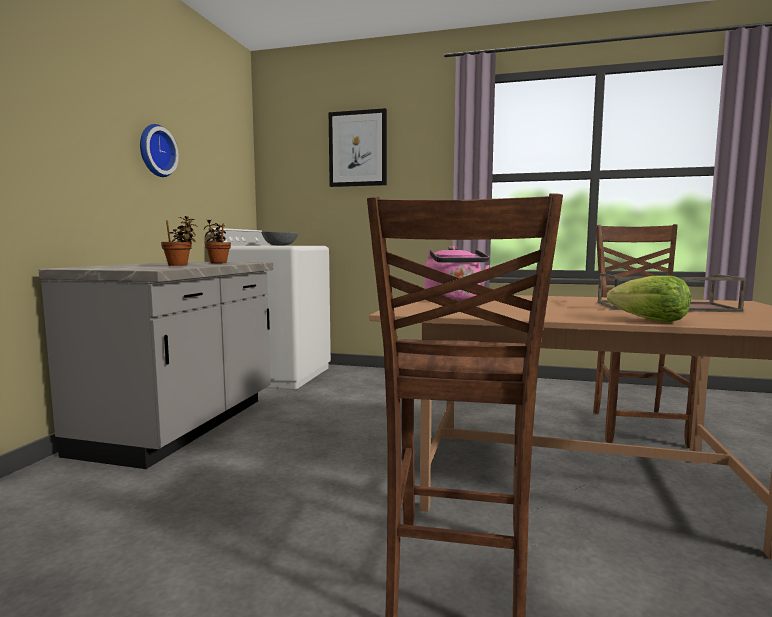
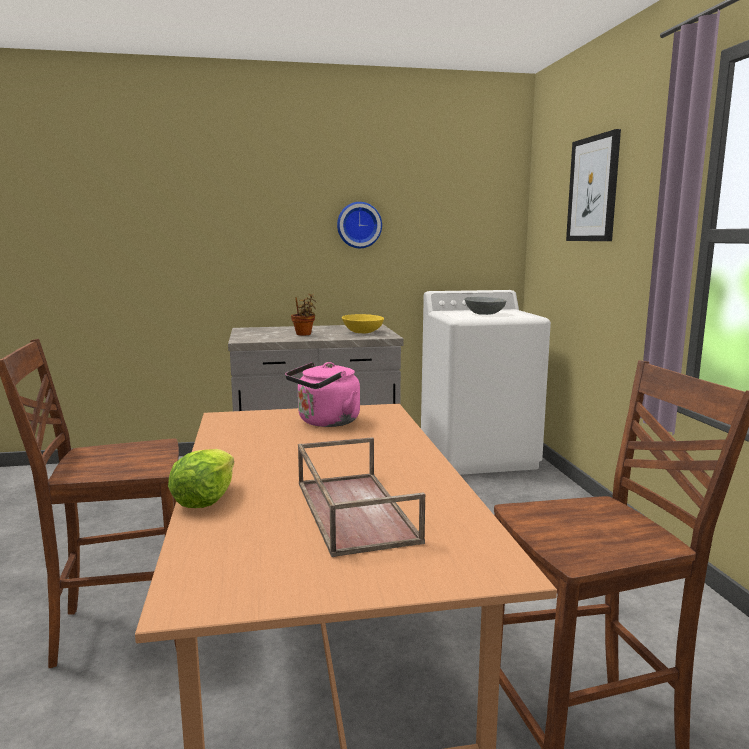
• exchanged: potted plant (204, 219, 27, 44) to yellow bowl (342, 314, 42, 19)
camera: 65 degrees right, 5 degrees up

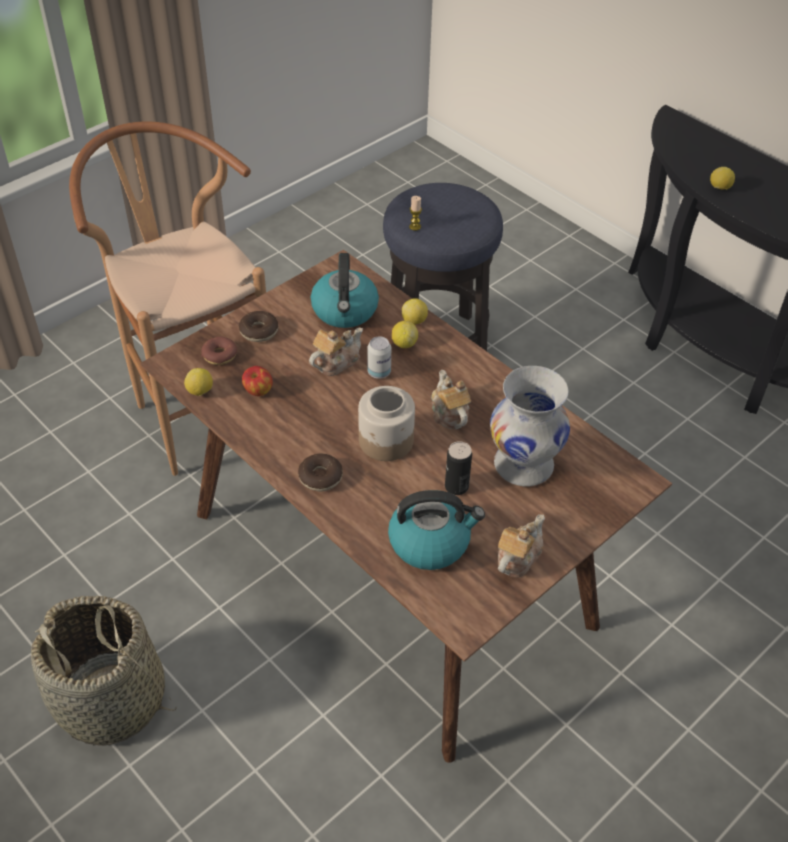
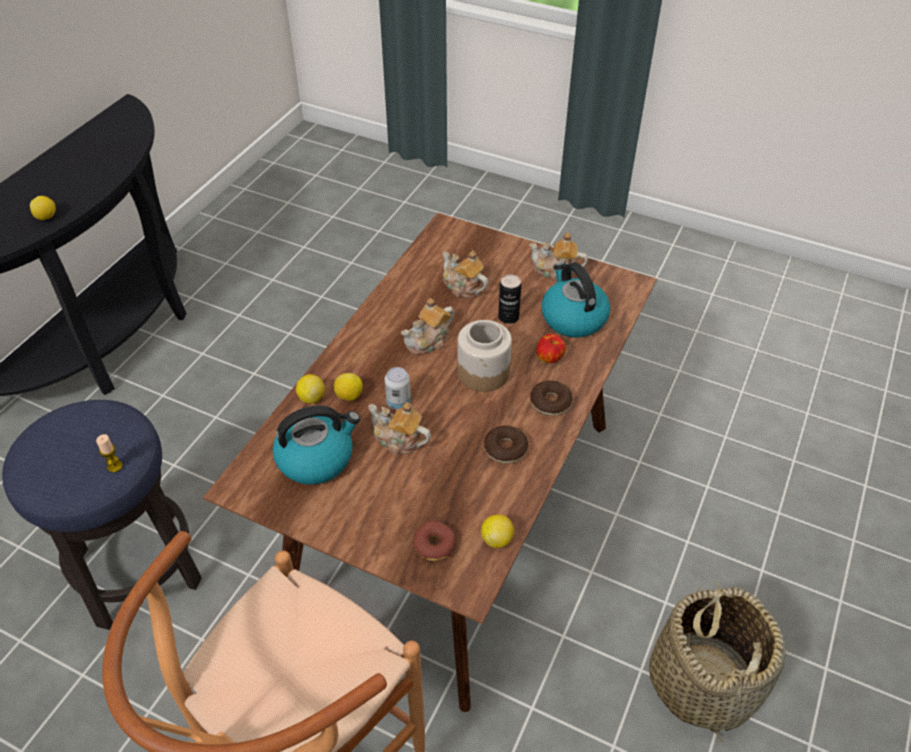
• relocated: donut (239, 311, 39, 31) to (484, 426, 44, 38)
• relocated: apple (242, 366, 31, 30) to (536, 334, 30, 29)
• exchanged: white vase (490, 366, 80, 120) to teapot (442, 250, 47, 48)
camera: 110 degrees left, 0 degrees up

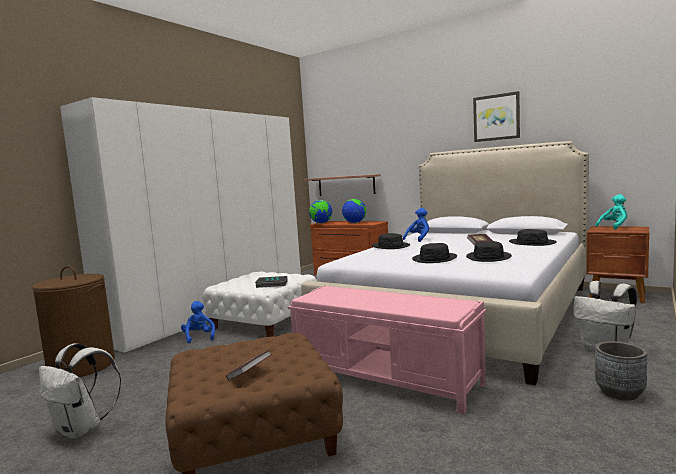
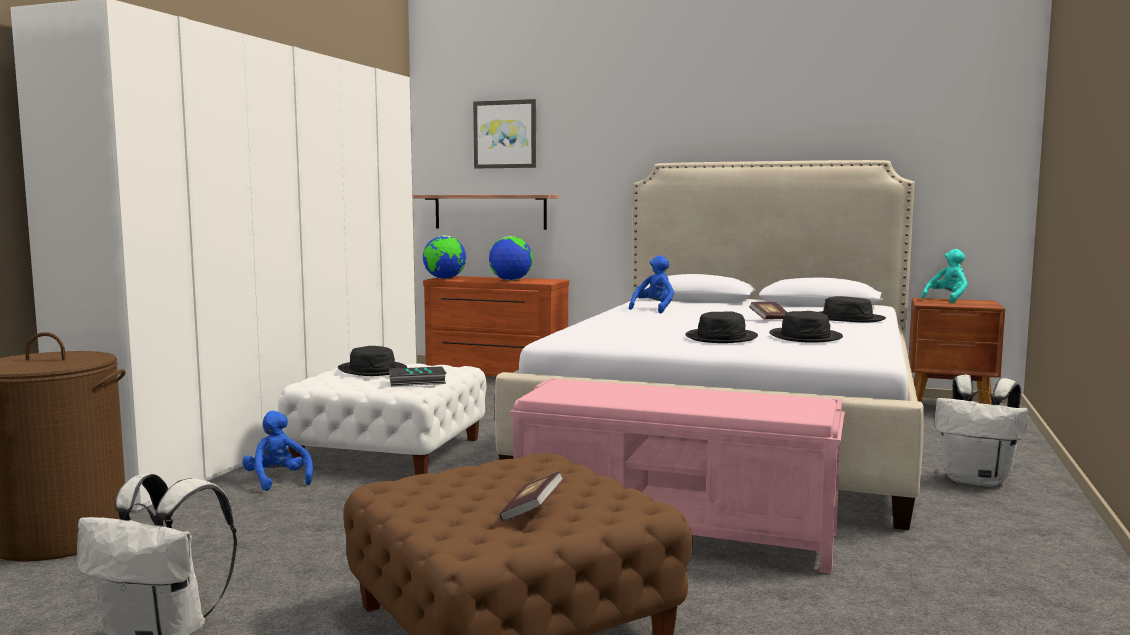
• relocated: picture (473, 91, 47, 51) to (473, 99, 63, 69)
• relocated: black hat (372, 233, 38, 16) to (338, 346, 69, 30)
• missing: grey planter (595, 341, 52, 60)
camera: 15 degrees left, 0 degrees up

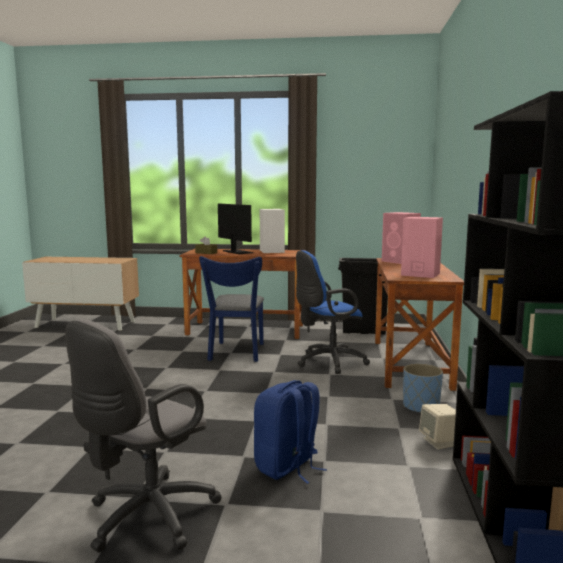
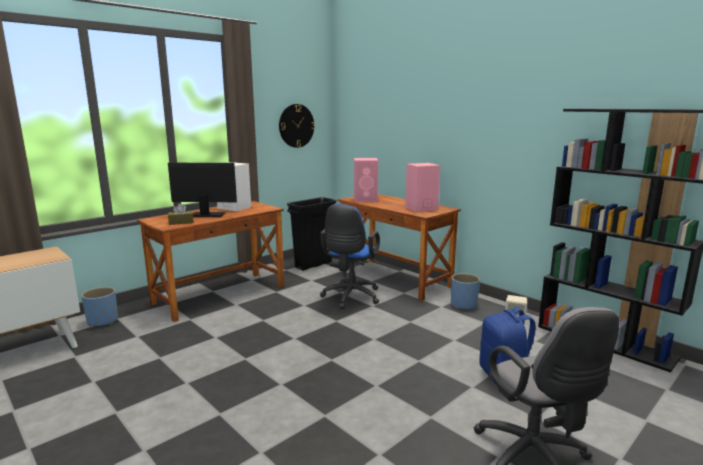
• missing: blue chair (199, 256, 65, 106)
• appeared: wall clock (279, 104, 36, 44)
• appeared: blue planter (81, 287, 37, 40)
camera: 50 degrees left, 5 degrees up

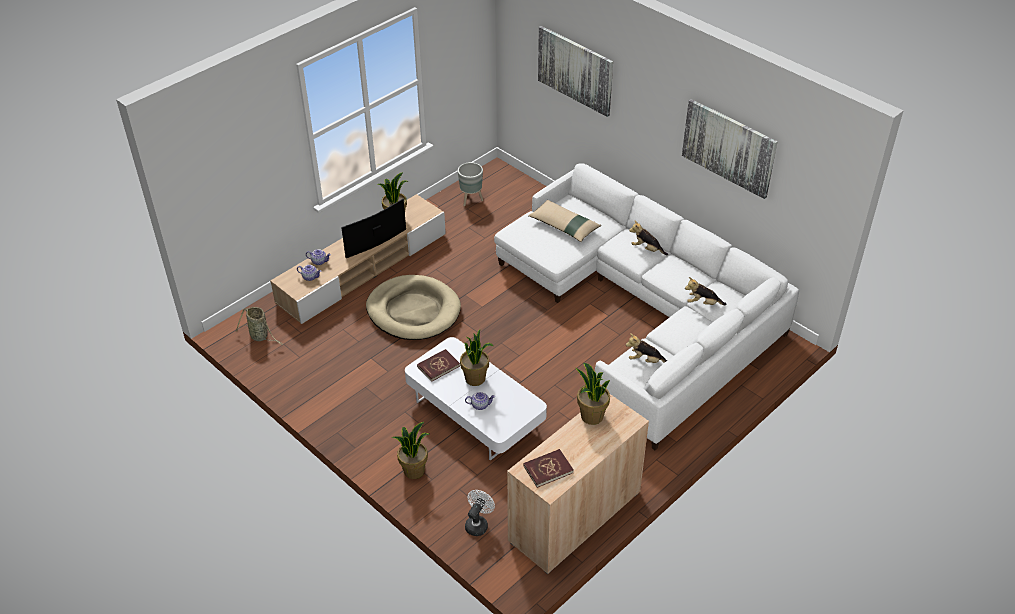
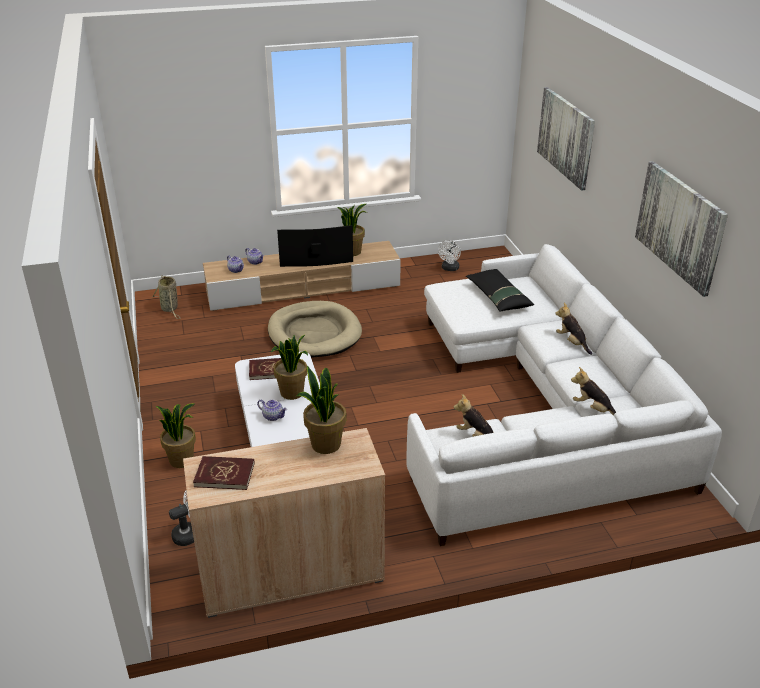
• exchanged: grey planter (458, 162, 25, 44) to white fan (438, 240, 23, 31)
• colour: beige pillow (528, 200, 73, 42) to black pillow (466, 269, 68, 43)
camera: 30 degrees right, 10 degrees down

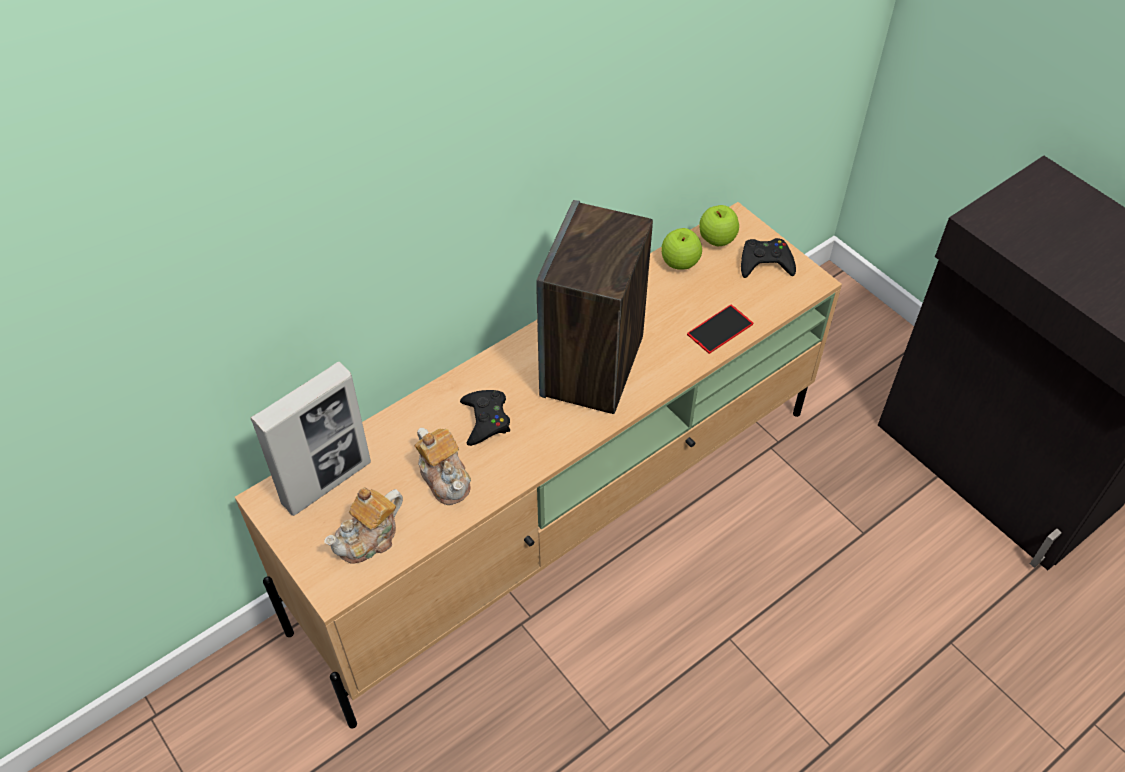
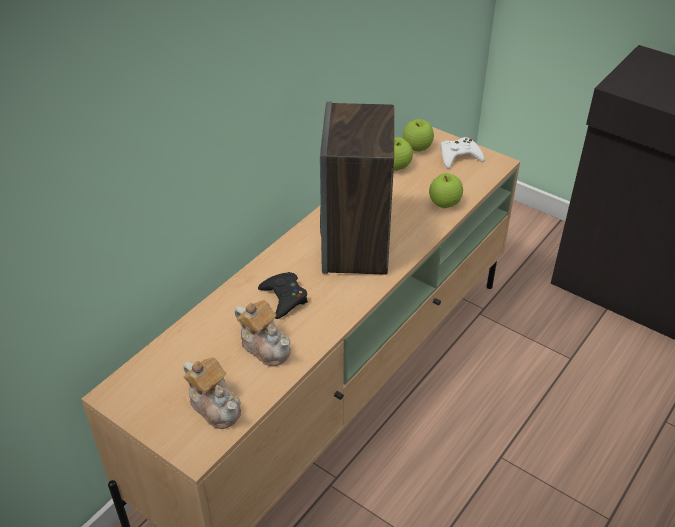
• colour: black game controller (741, 238, 55, 40) to white game controller (441, 137, 43, 32)
• exchanged: phone (687, 305, 66, 49) to apple (429, 173, 34, 35)
• missing: picture frame (251, 362, 120, 154)
• spun: teapot (324, 488, 79, 76) = (184, 357, 57, 72) 75 degrees counterclockwise
camera: 15 degrees left, 10 degrees down

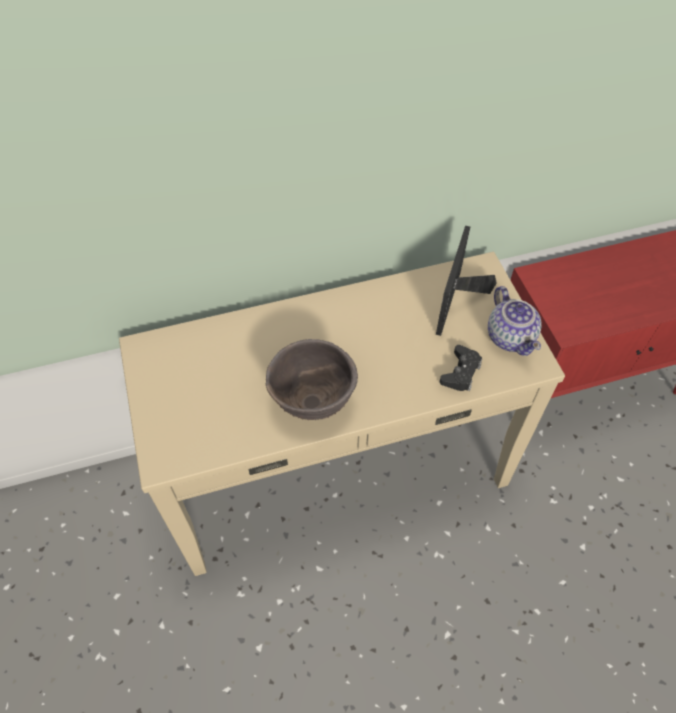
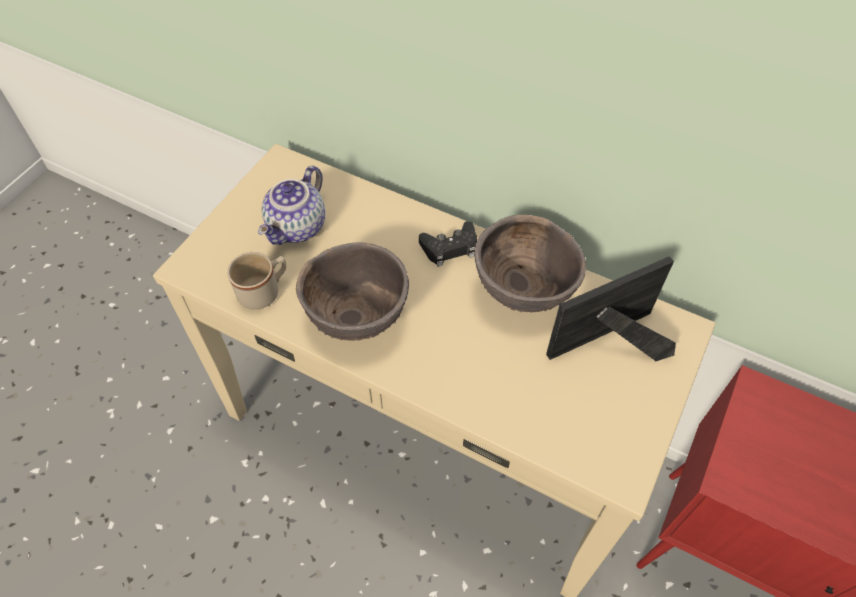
• relocated: teapot (488, 286, 54, 70) to (258, 166, 67, 79)
• relocated: black game controller (440, 345, 42, 46) to (419, 221, 58, 46)
• appeared: brown bowl (474, 215, 112, 97)
• appeared: beige mug (227, 252, 59, 58)
camera: 45 degrees right, 0 degrees up

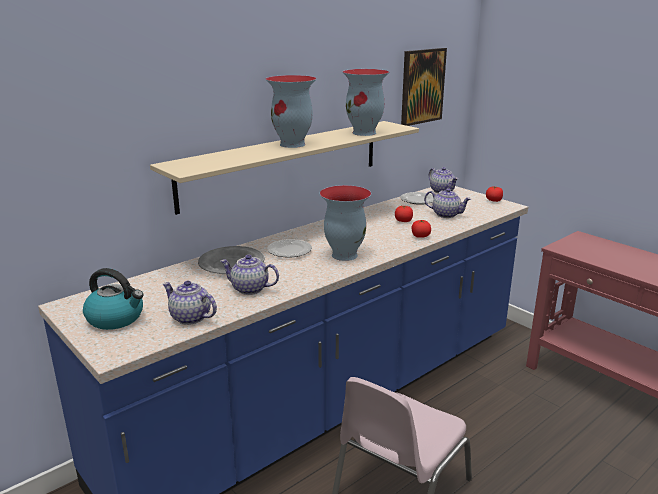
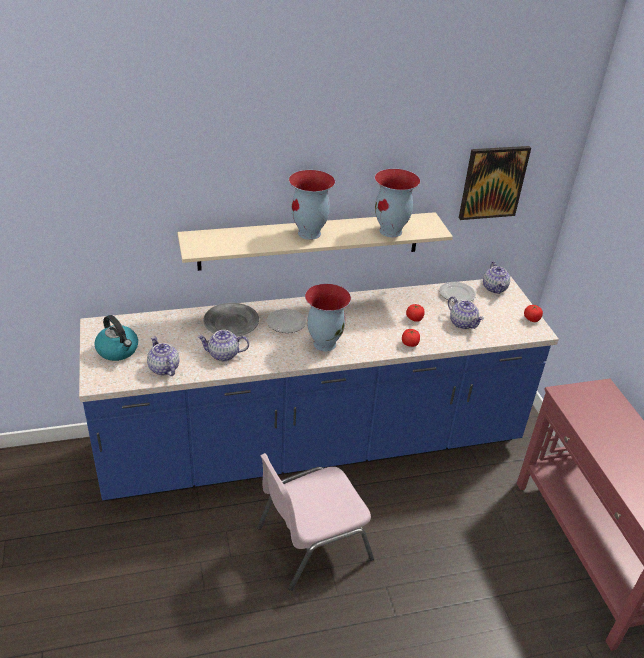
• spun: teapot (220, 255, 59, 40) = (197, 330, 52, 31) 45 degrees counterclockwise
camera: 25 degrees right, 15 degrees up

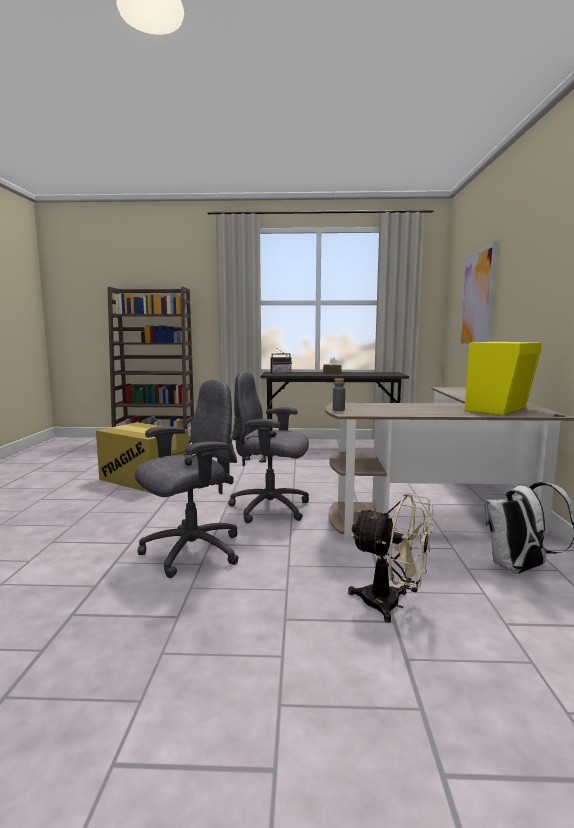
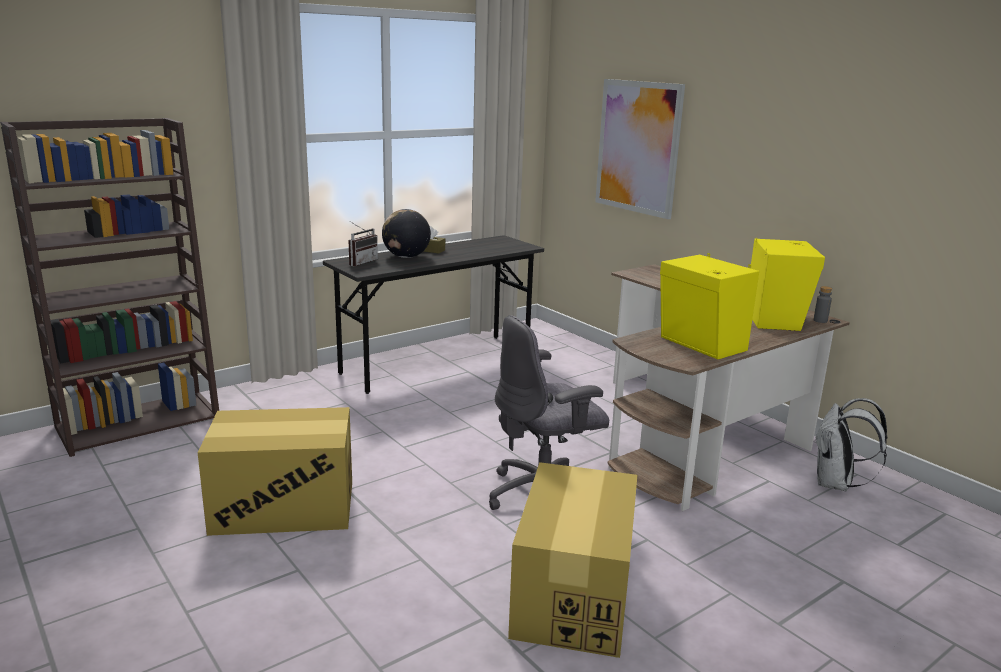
• relocated: grey bottle (333, 378, 12, 33) to (813, 286, 19, 37)
• exchanged: grey office chair (135, 379, 104, 199) to cardboard box (508, 462, 129, 196)
• missing: beige fan (348, 494, 86, 129)
• appeared: globe (382, 209, 49, 49)
• appeared: yellow speaker (660, 253, 99, 106)
camera: 40 degrees left, 10 degrees up

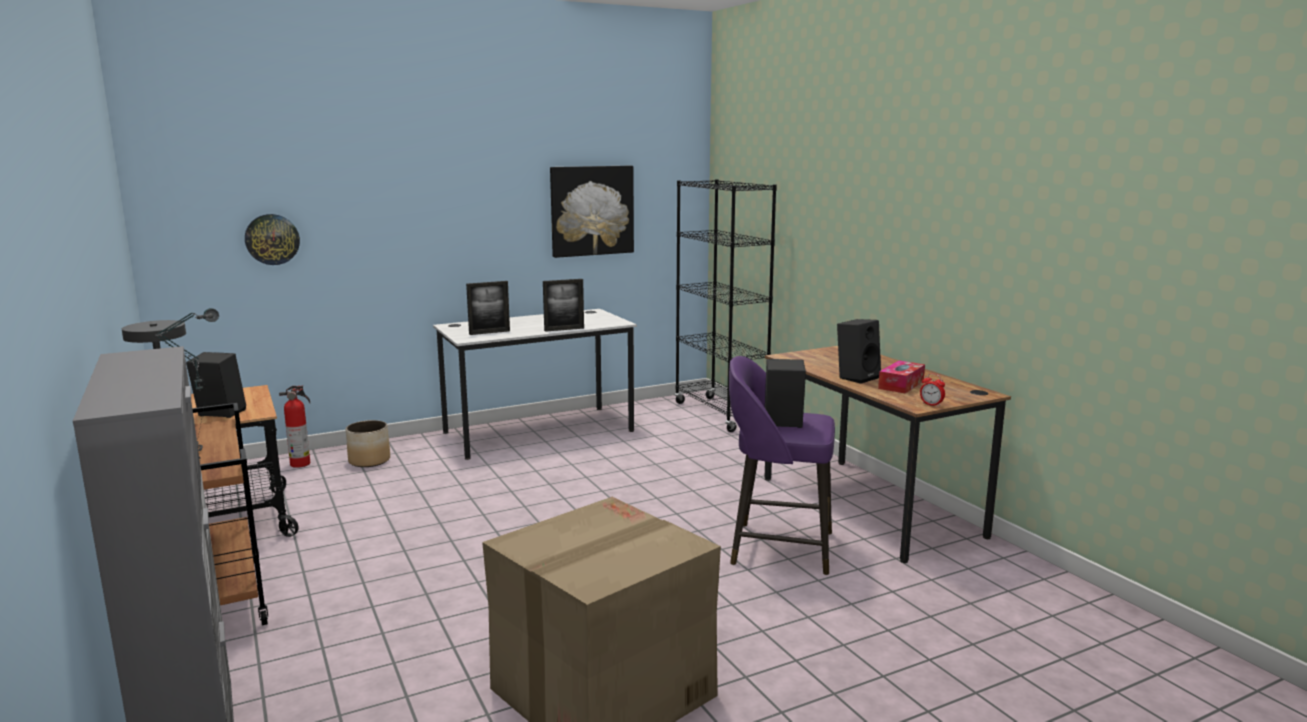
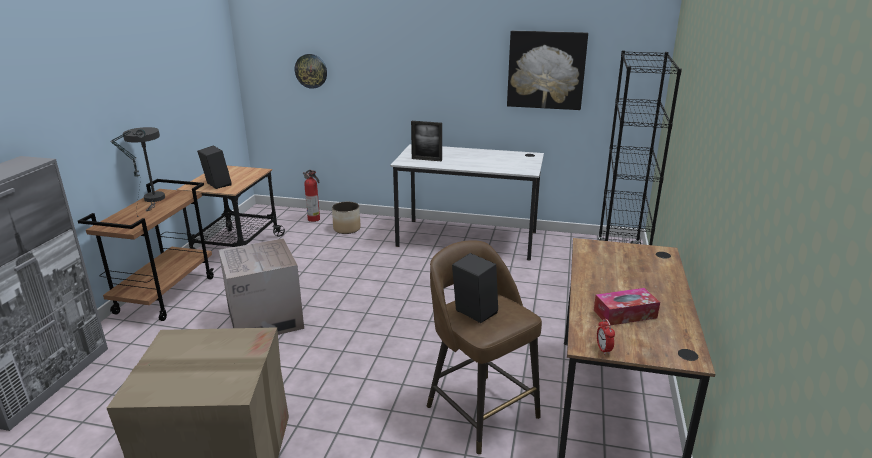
• missing: picture frame (543, 279, 41, 53)
• missing: black speaker (837, 319, 44, 65)
• colour: purple stool (729, 356, 106, 219) to brown stool (427, 240, 115, 214)
• appeared: cardboard box (219, 238, 85, 97)
camera: 40 degrees right, 10 degrees up

